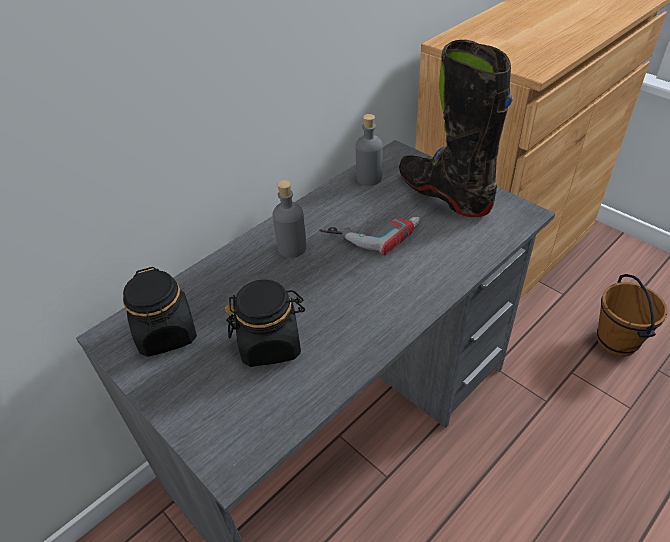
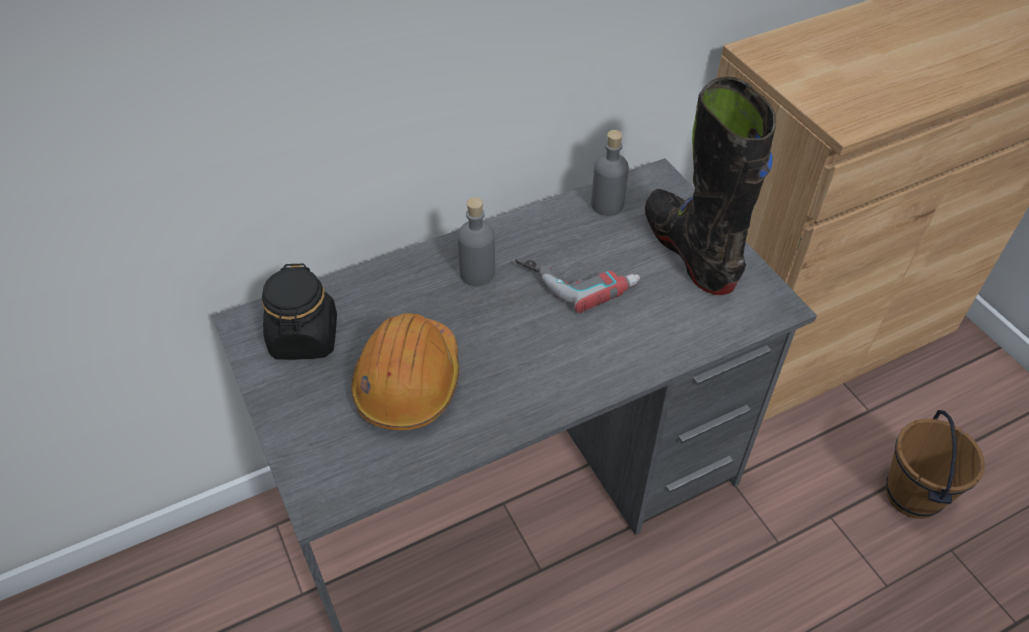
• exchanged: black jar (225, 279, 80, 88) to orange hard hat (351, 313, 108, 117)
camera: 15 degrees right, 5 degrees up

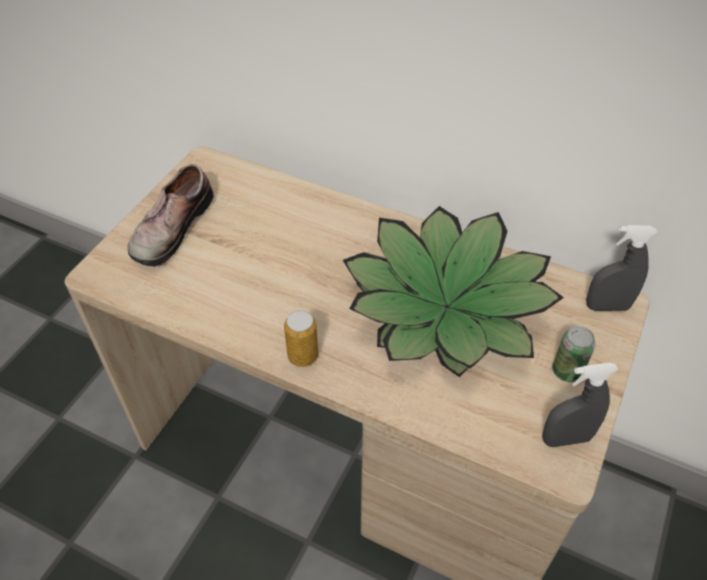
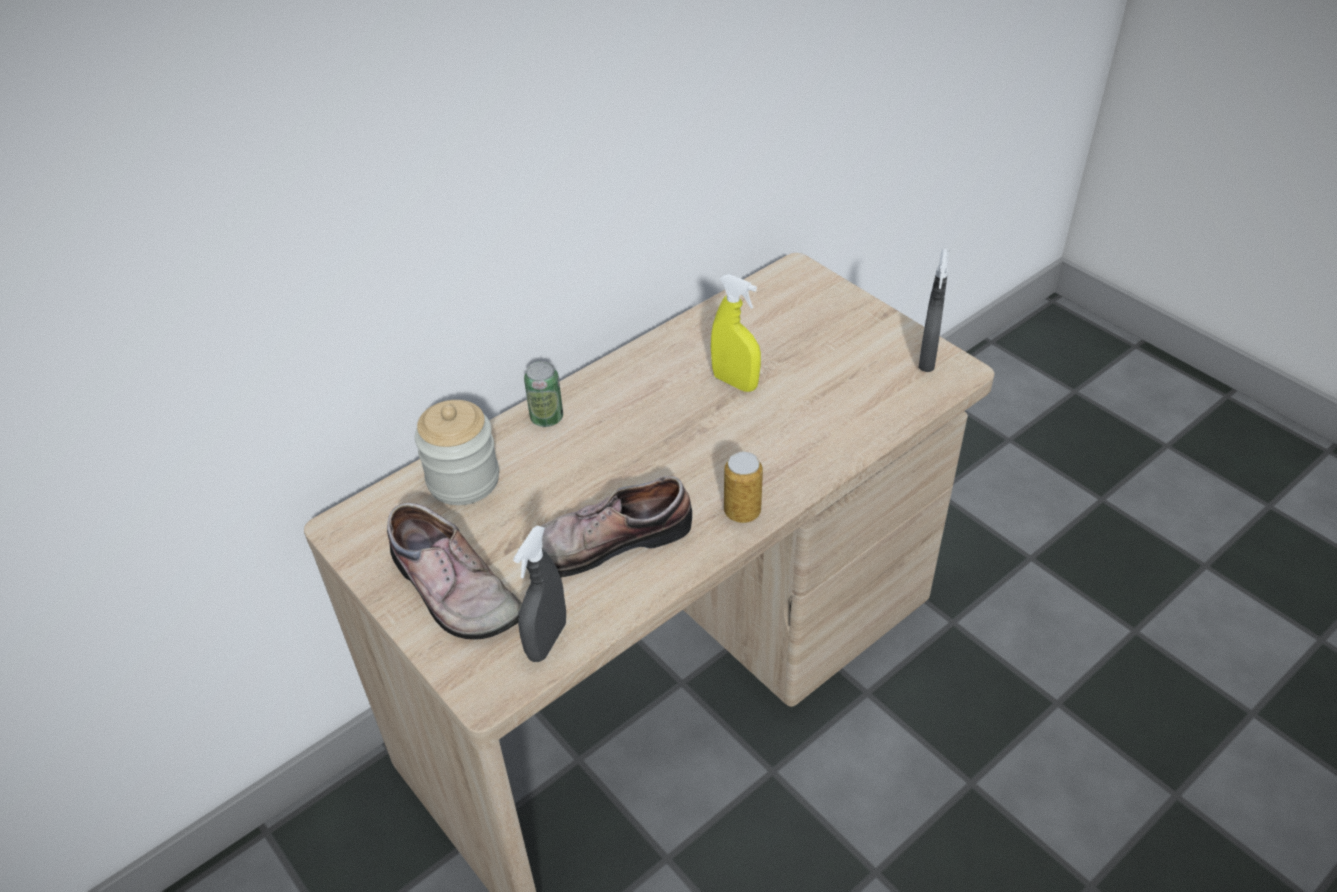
• exchanged: potted plant (343, 206, 221, 171) to yellow spray bottle (711, 274, 50, 118)
• relocated: grey spray bottle (586, 225, 71, 86) to (513, 526, 53, 136)
• relocated: can (552, 326, 43, 56) to (524, 361, 39, 66)
• appeared: jar (415, 400, 84, 105)
• appeared: shoe (526, 476, 166, 102)
camera: 65 degrees left, 5 degrees down

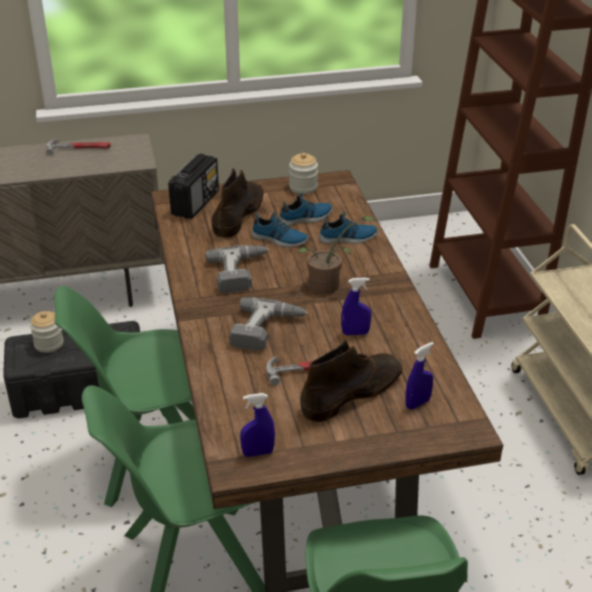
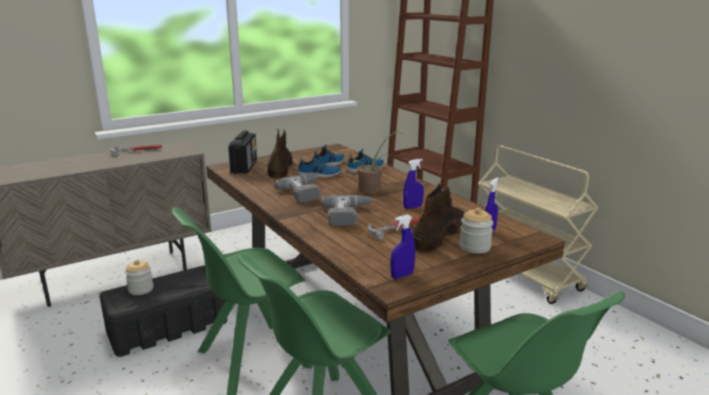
• relocated: jar (289, 153, 29, 41) to (459, 208, 34, 46)
camera: 20 degrees left, 15 degrees down

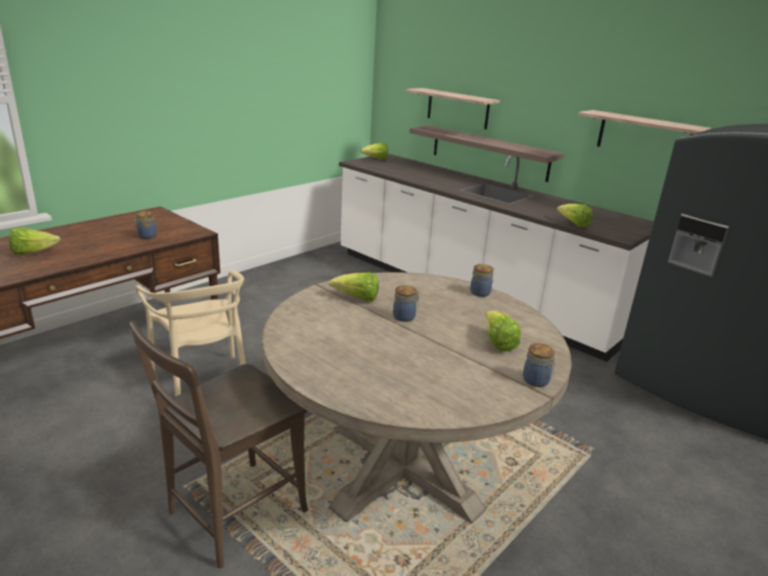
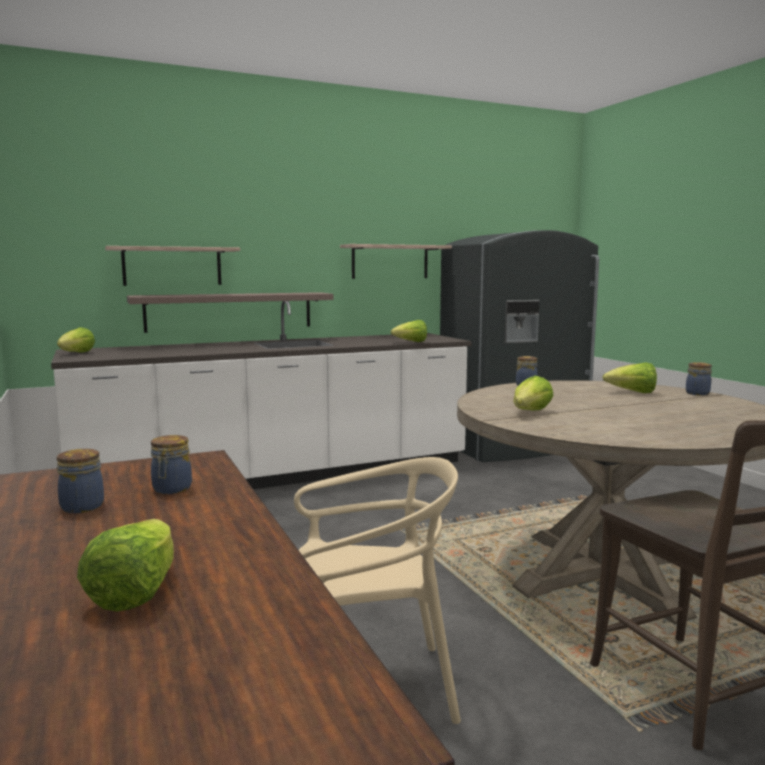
• relocated: jar (393, 285, 27, 37) to (57, 449, 47, 64)
camera: 65 degrees left, 15 degrees down

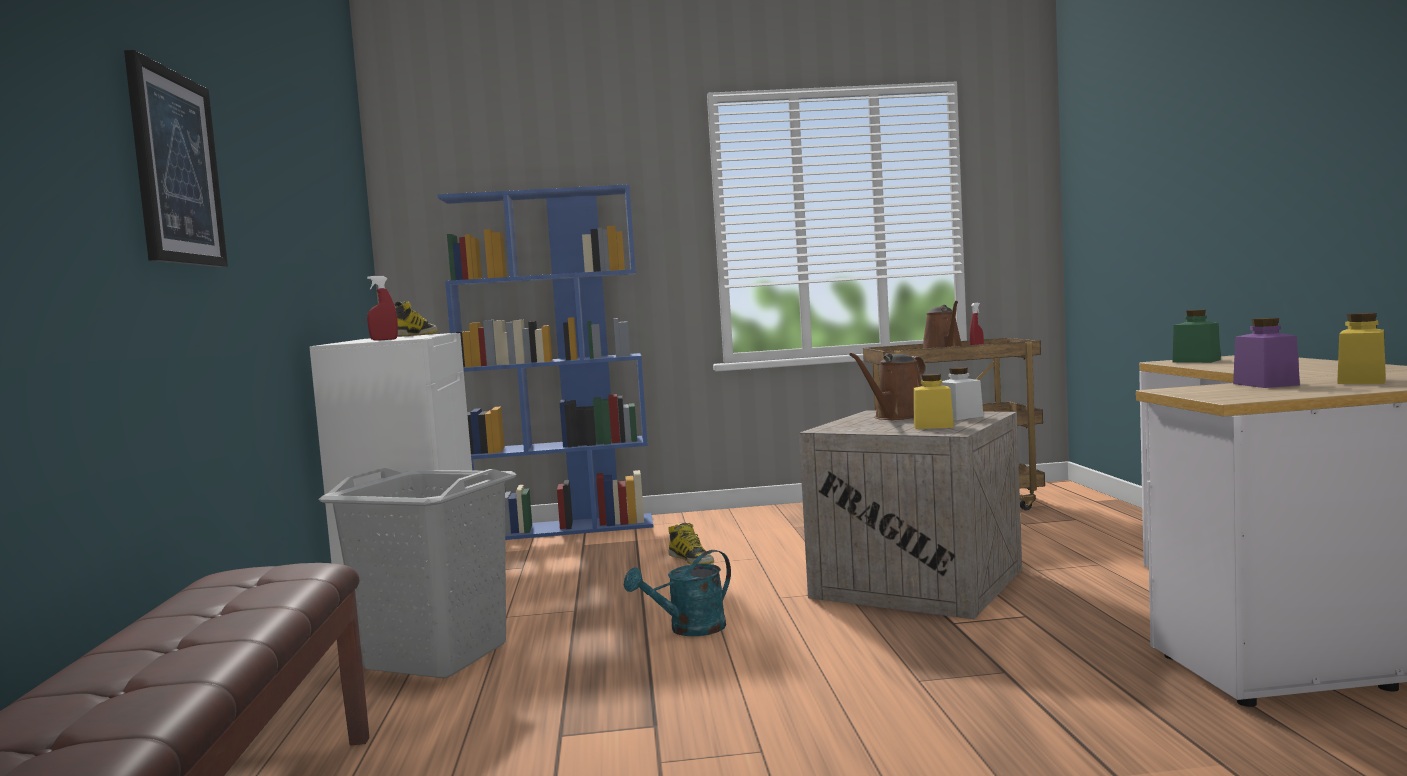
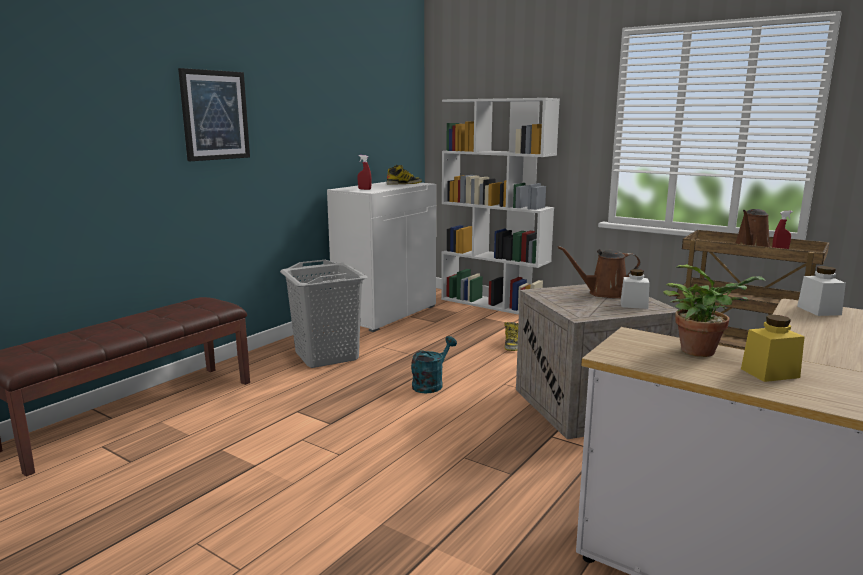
• colour: blue bookcase (437, 184, 217, 356) to white bookcase (441, 98, 119, 217)
• colour: green jar (1172, 310, 49, 53) to white jar (797, 266, 49, 50)
• exchanged: purple jar (1233, 318, 67, 70) to potted plant (663, 264, 103, 93)
• missing: yellow jar (914, 374, 40, 55)
• spun: turquoise watering can (624, 550, 107, 86) = (411, 336, 46, 57) 120 degrees clockwise
camera: 40 degrees right, 10 degrees up

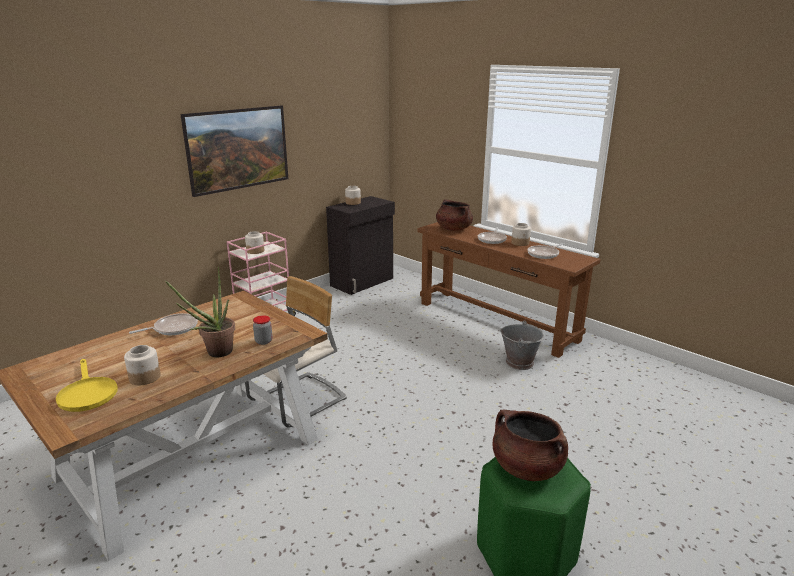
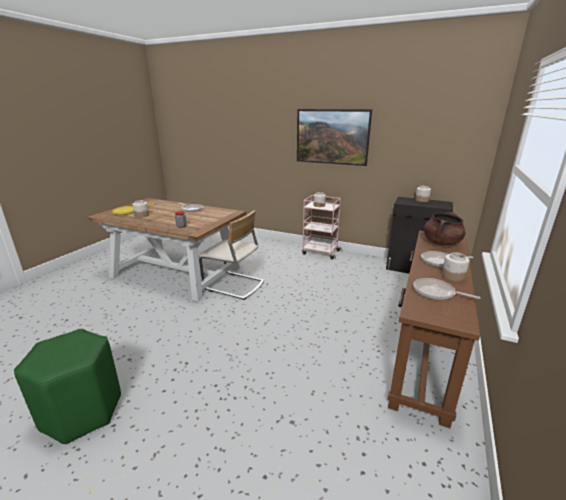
• missing: potted plant (165, 267, 70, 90)
• missing: grey bucket (500, 321, 45, 49)
• missing: brown cooking pot (493, 409, 75, 72)
camera: 70 degrees right, 0 degrees up

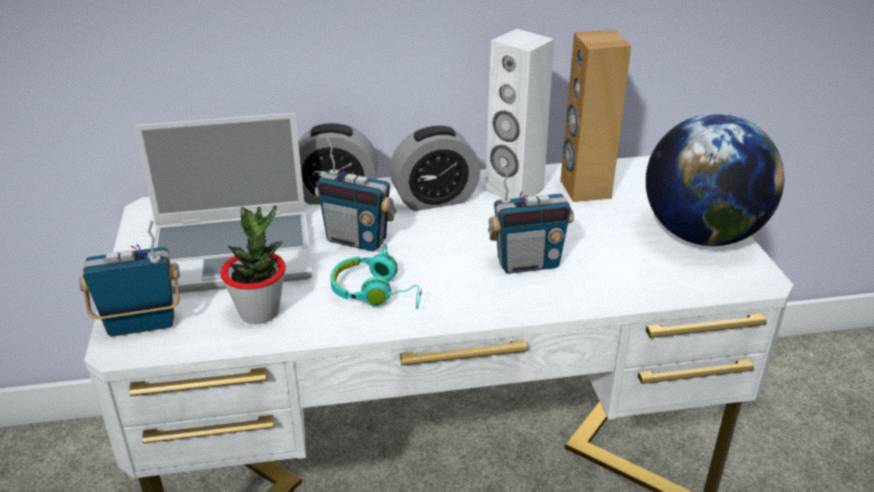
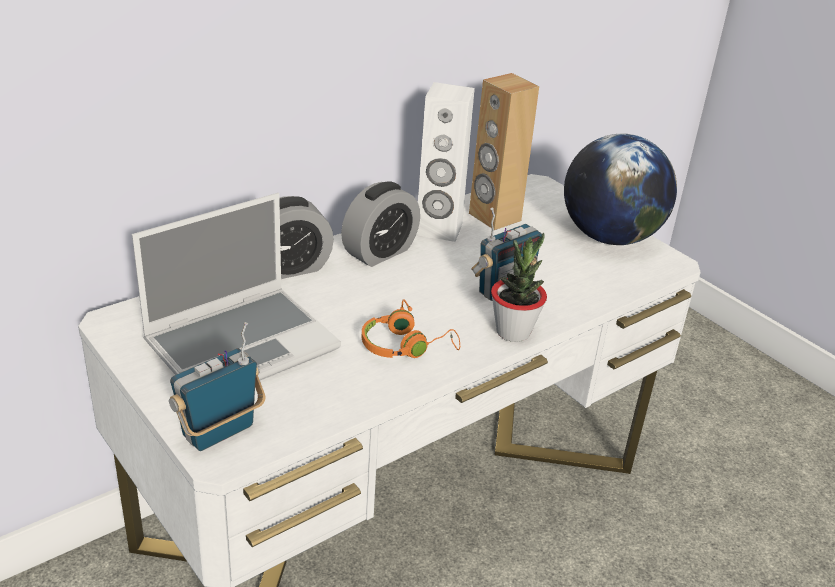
• missing: radio (315, 137, 81, 115)
• relocated: potted plant (220, 205, 66, 119) to (491, 233, 56, 109)
• colour: turquoise headphones (330, 243, 92, 66) to orange headphones (362, 299, 98, 59)
camera: 30 degrees left, 0 degrees up

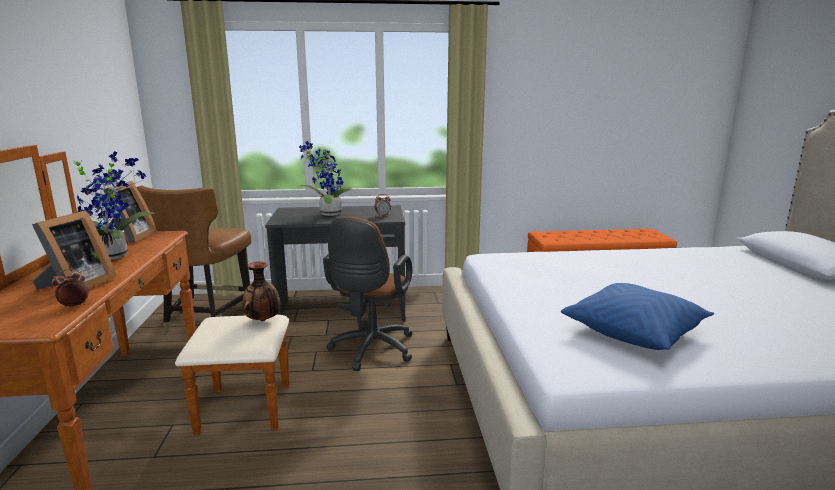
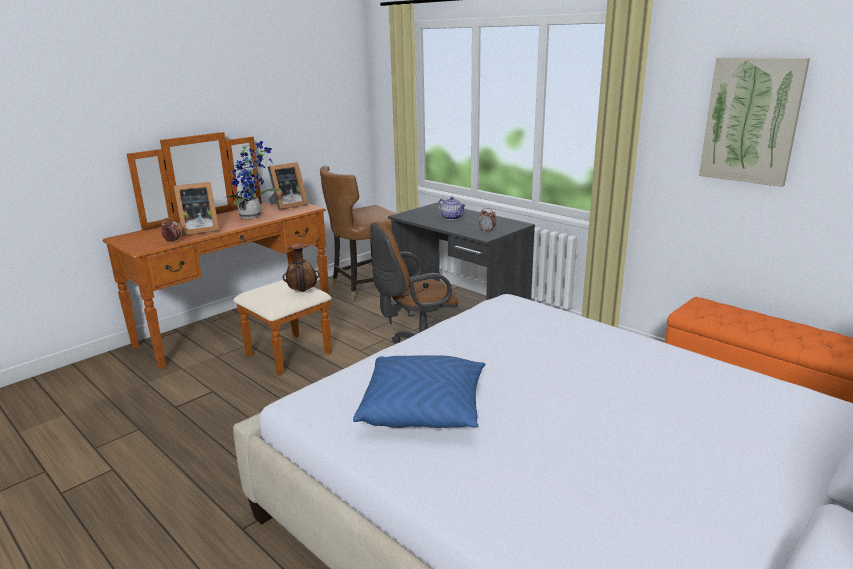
• exchanged: potted plant (298, 141, 55, 75) to teapot (438, 197, 28, 23)
• appeared: picture (699, 57, 111, 130)
camera: 50 degrees right, 5 degrees up

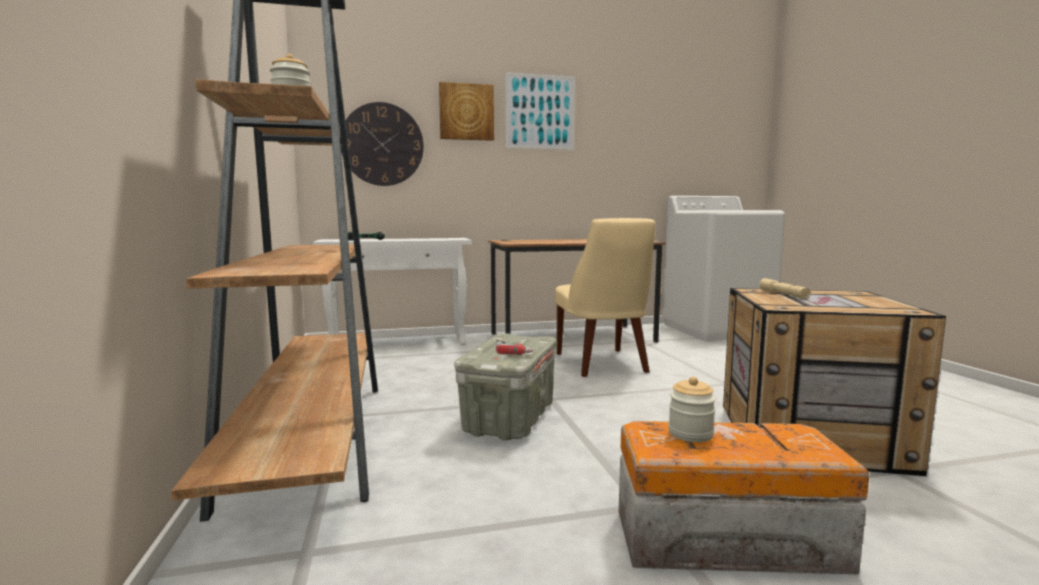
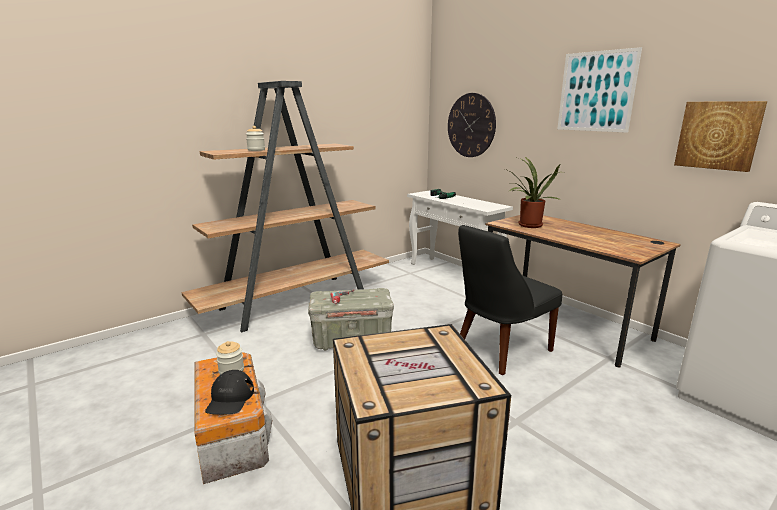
• relocated: picture (439, 82, 55, 59) to (674, 101, 93, 71)
• colour: beige chair (555, 218, 100, 159) to black chair (458, 225, 104, 150)
• missing: beige flashlight (759, 278, 51, 21)
• appeared: potted plant (505, 157, 55, 71)
• appeared: black cap (205, 370, 49, 45)
camera: 65 degrees right, 10 degrees up

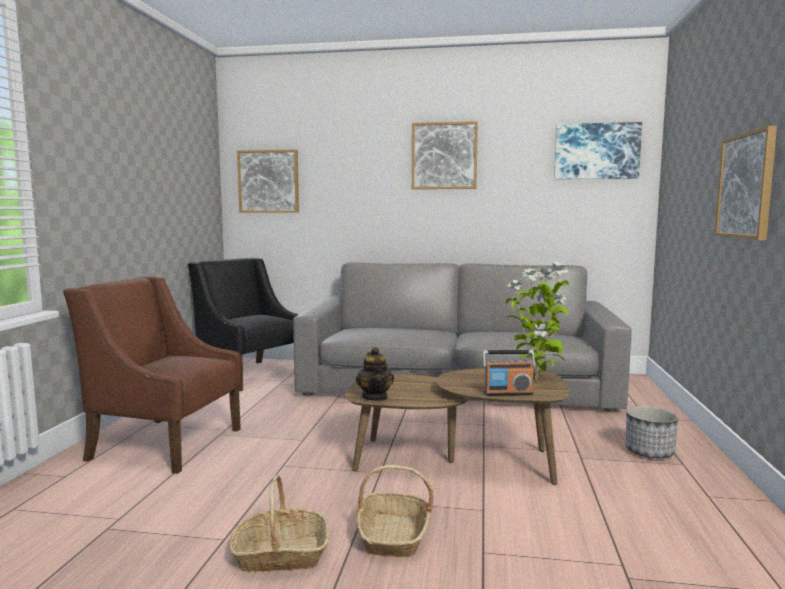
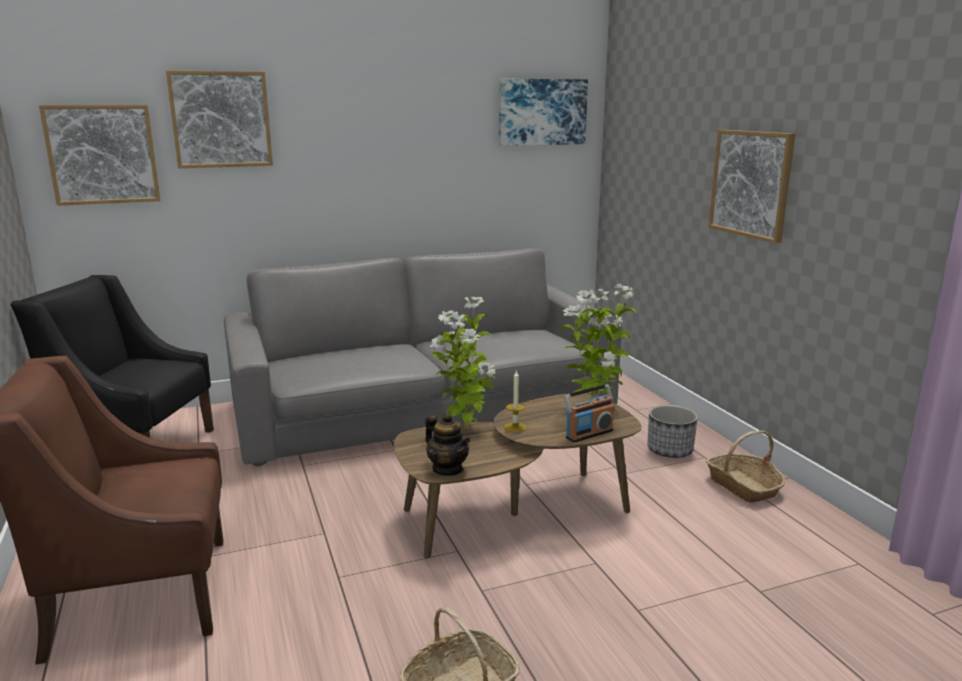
• relocated: picture (412, 121, 66, 68) to (166, 71, 107, 97)
• relocated: basket (357, 465, 77, 92) to (706, 431, 79, 71)
• appeared: potted plant (430, 297, 65, 133)
• appeared: candle (504, 370, 23, 62)
camera: 30 degrees left, 10 degrees up

